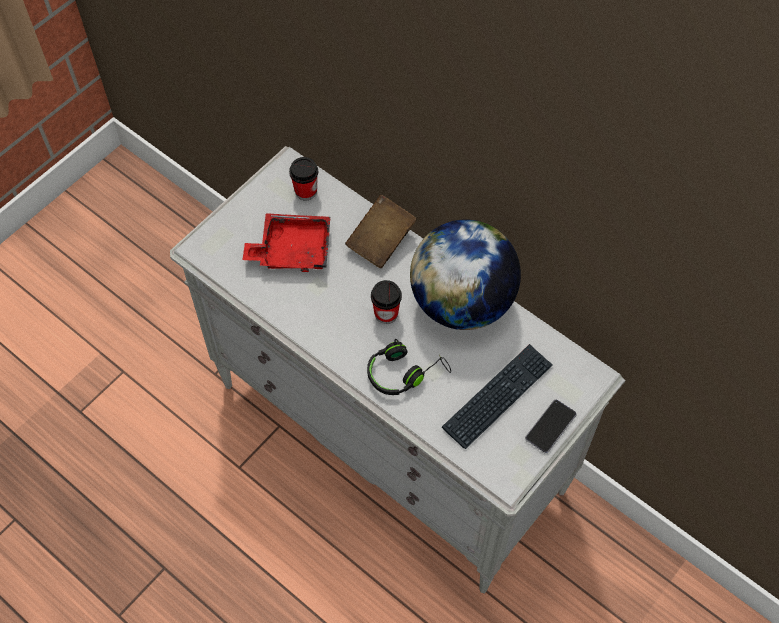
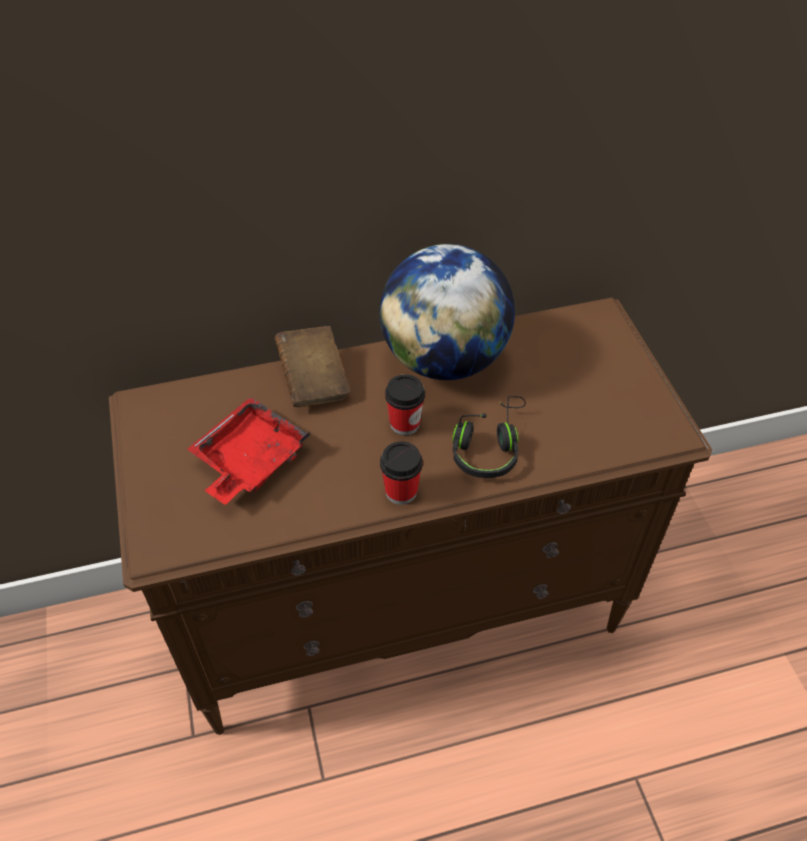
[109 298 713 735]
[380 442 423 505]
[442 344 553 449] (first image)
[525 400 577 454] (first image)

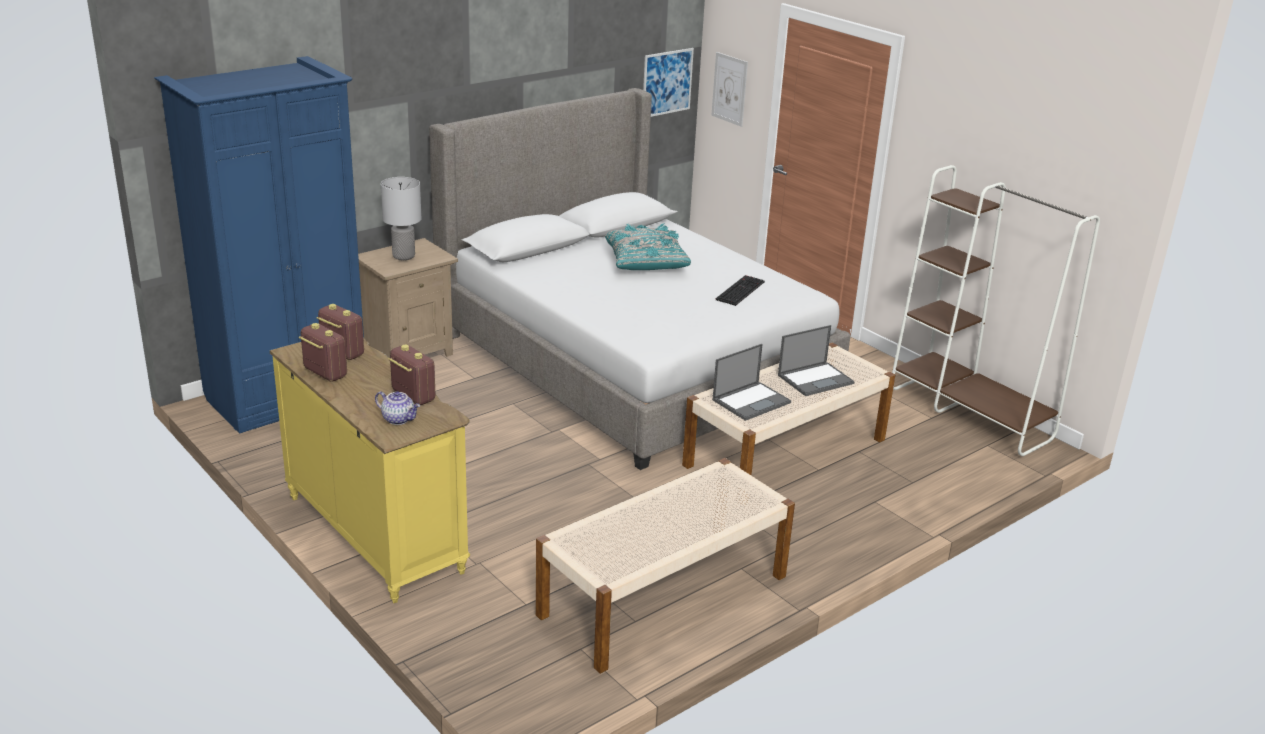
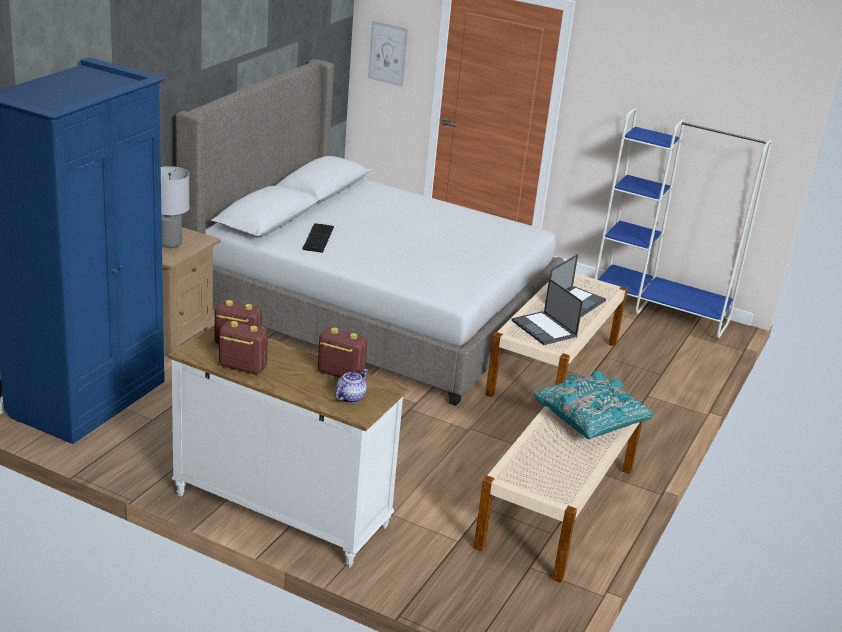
[168 325 409 568]
[302 223 334 253]
[335 369 368 403]
[511 278 583 345]
[534 370 653 439]
[594 108 772 338]
[643 48 694 117] (first image)

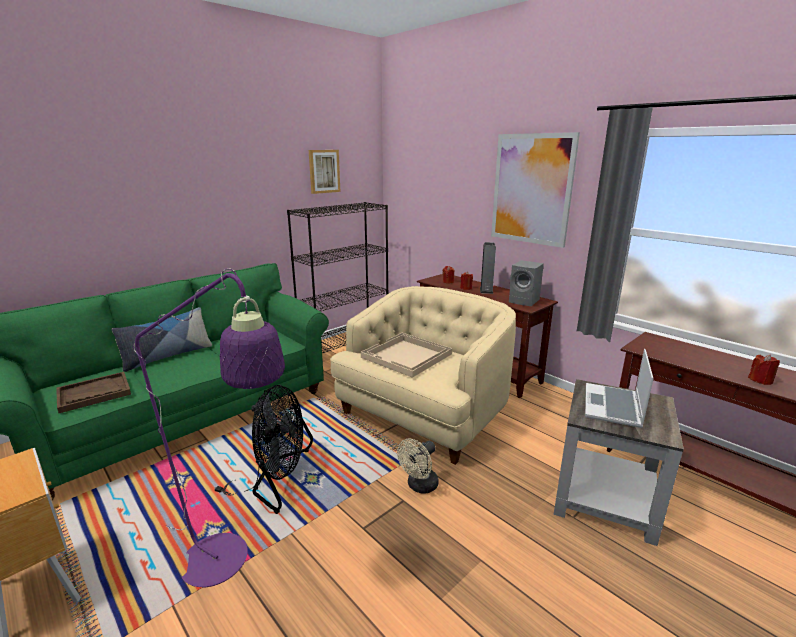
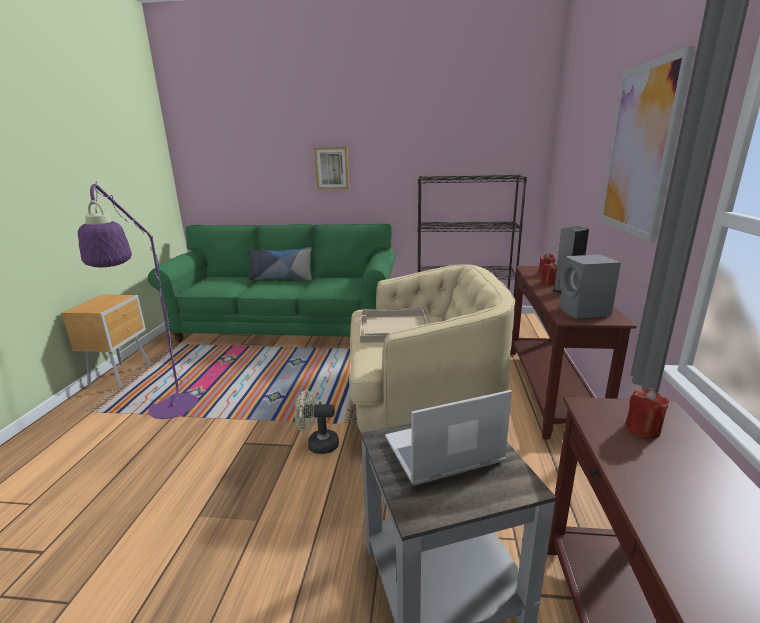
[314 147 349 190]
[625 388 670 439]
[56 372 131 413] (first image)
[215 385 313 514] (first image)

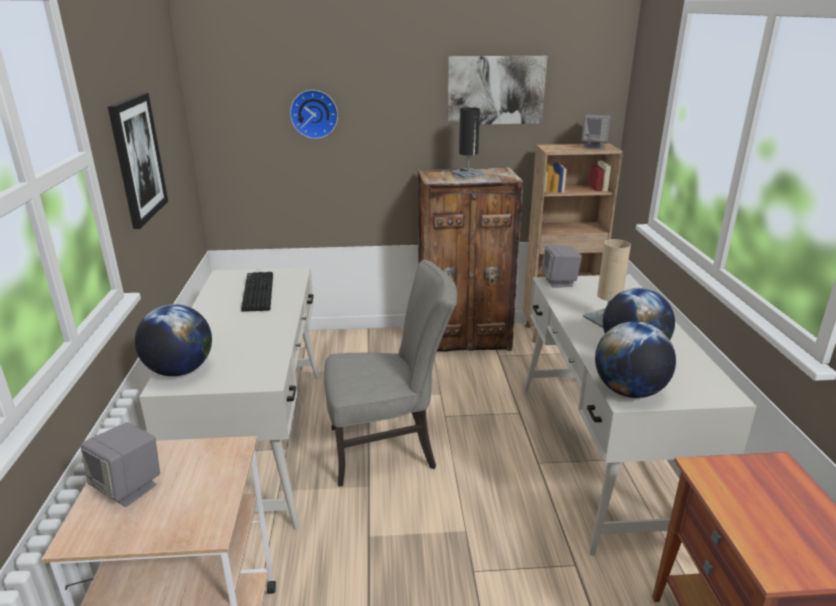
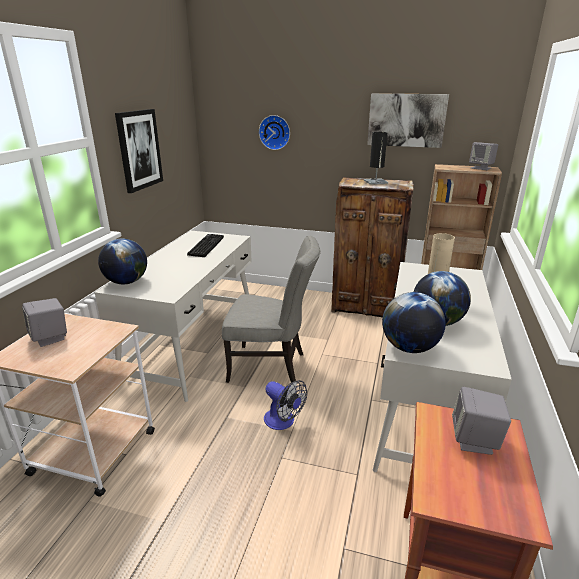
[264 380 307 430]
[452 387 511 455]

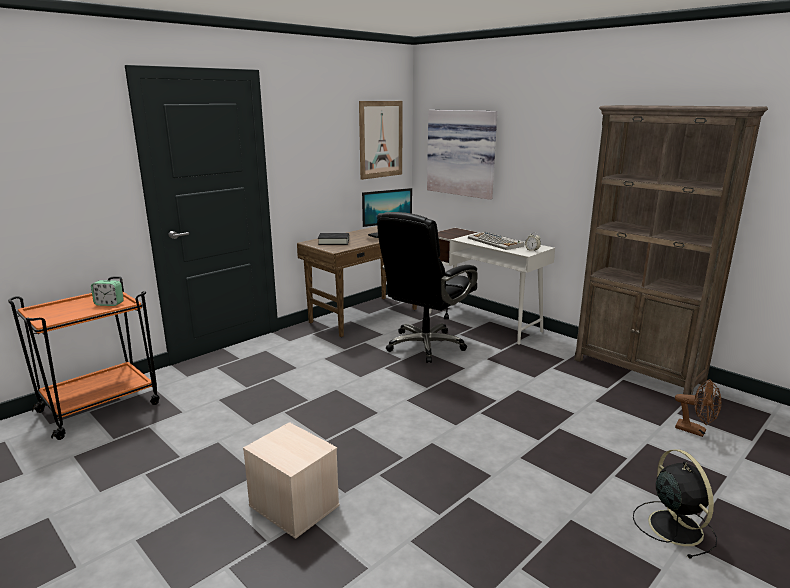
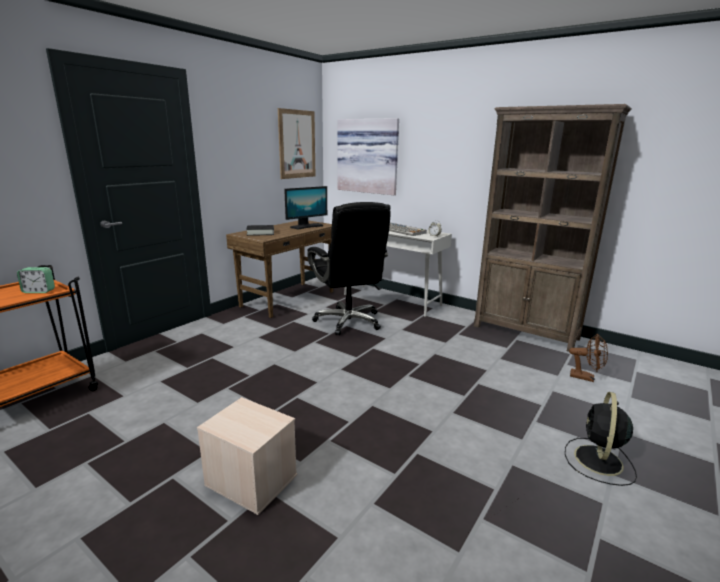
[307 202 391 335]
[565 392 637 486]

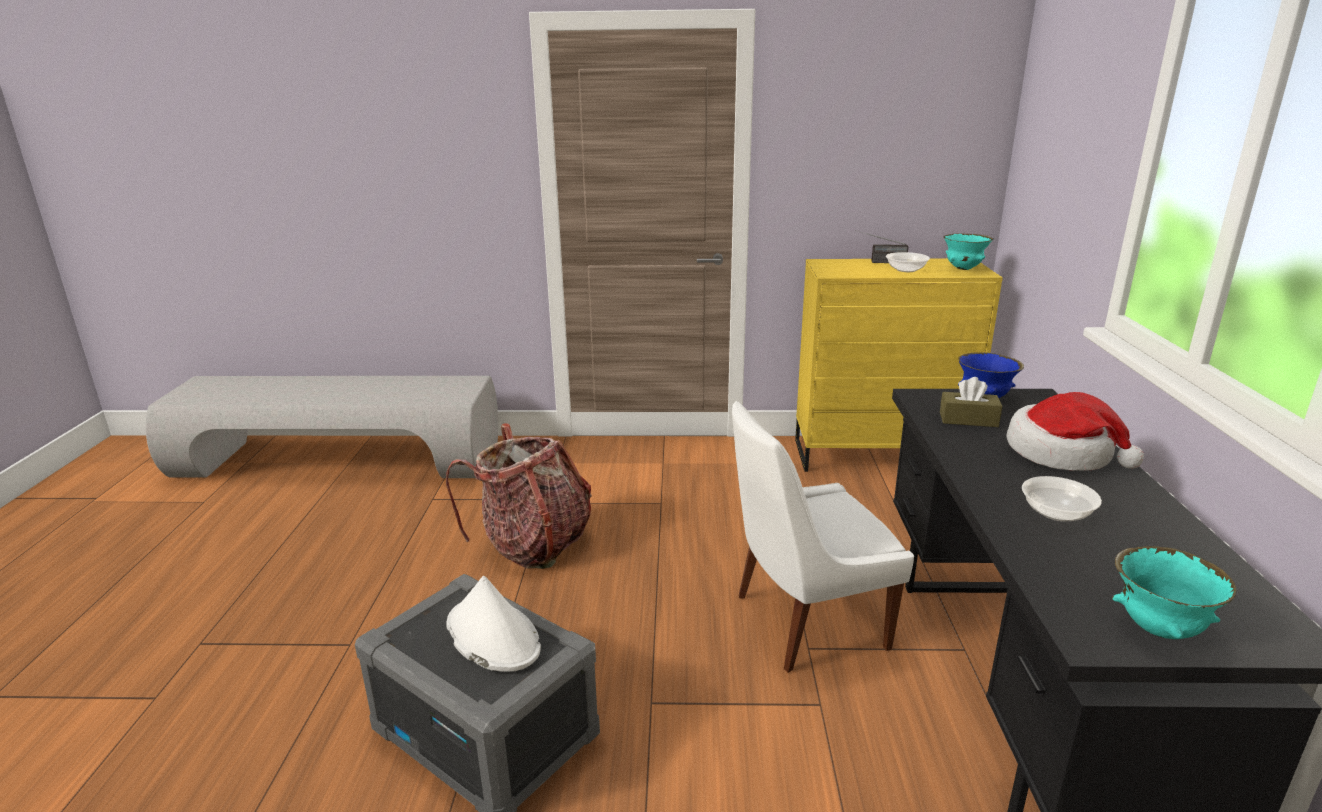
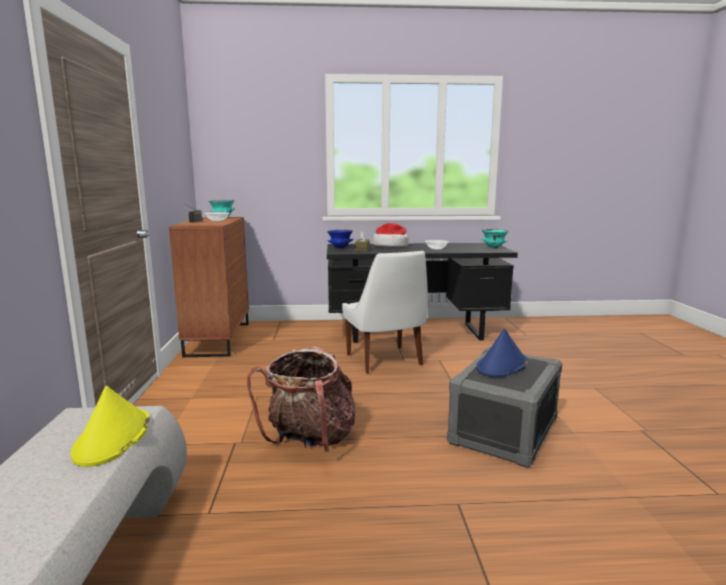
[71 386 150 467]
[169 217 249 357]
[476 329 528 377]

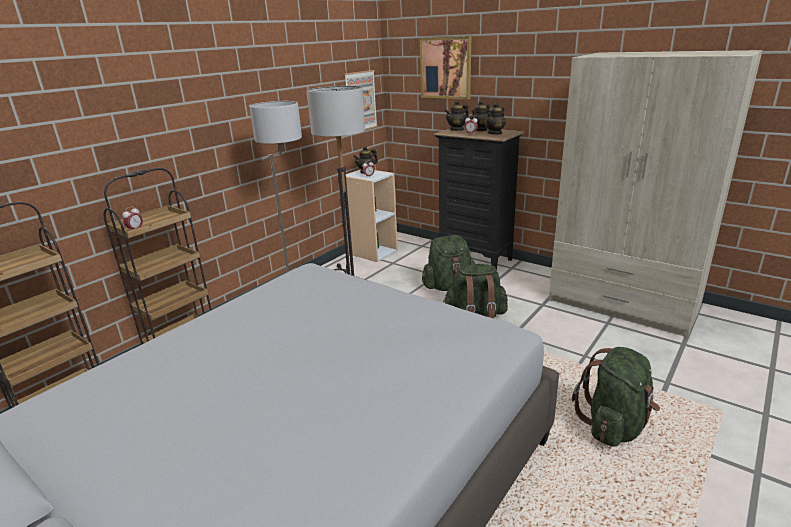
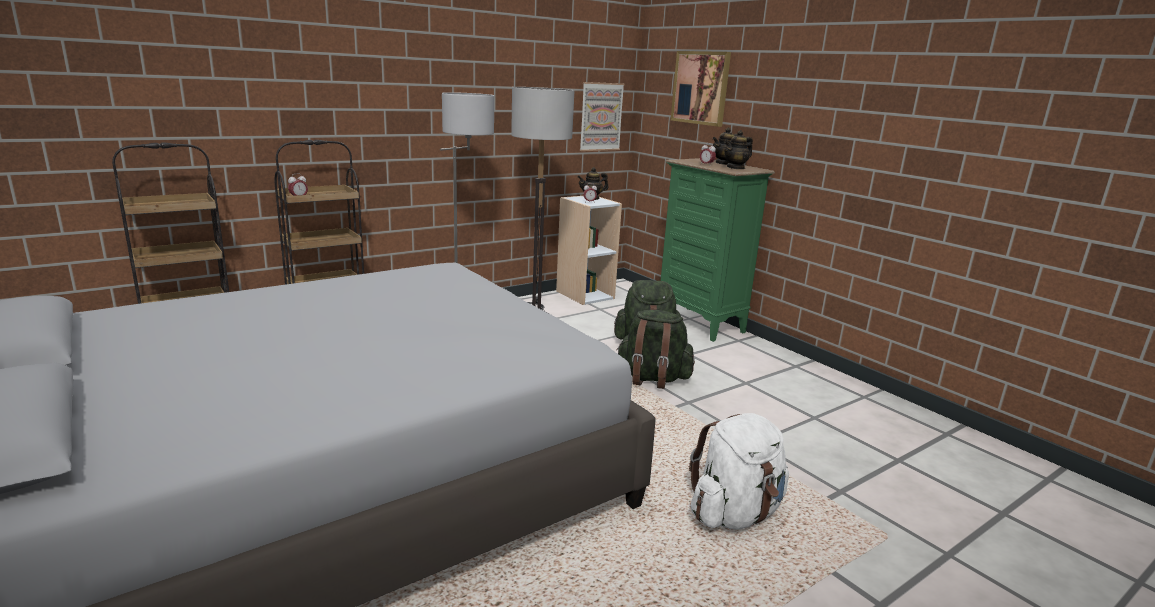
[661 158 775 342]
[689 413 789 530]
[445 100 469 131] (first image)
[549 50 762 338] (first image)

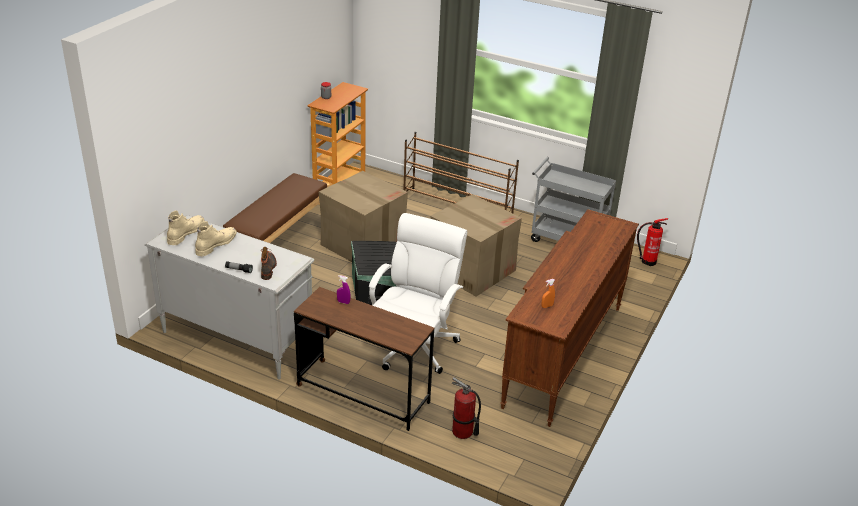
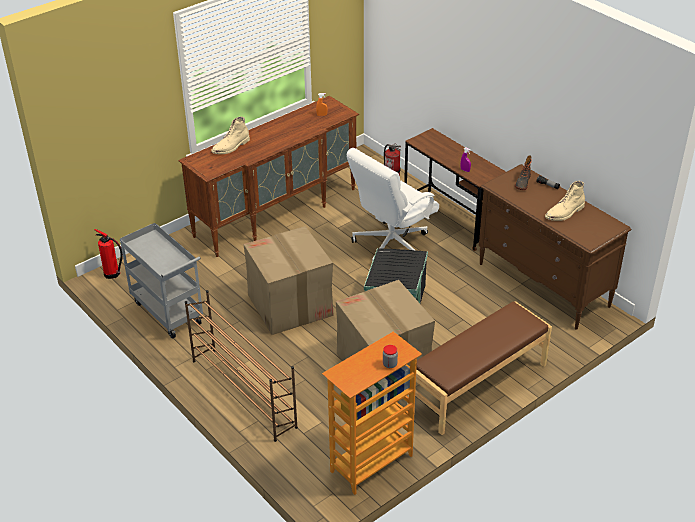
[211 117 250 154]
[479 164 631 330]

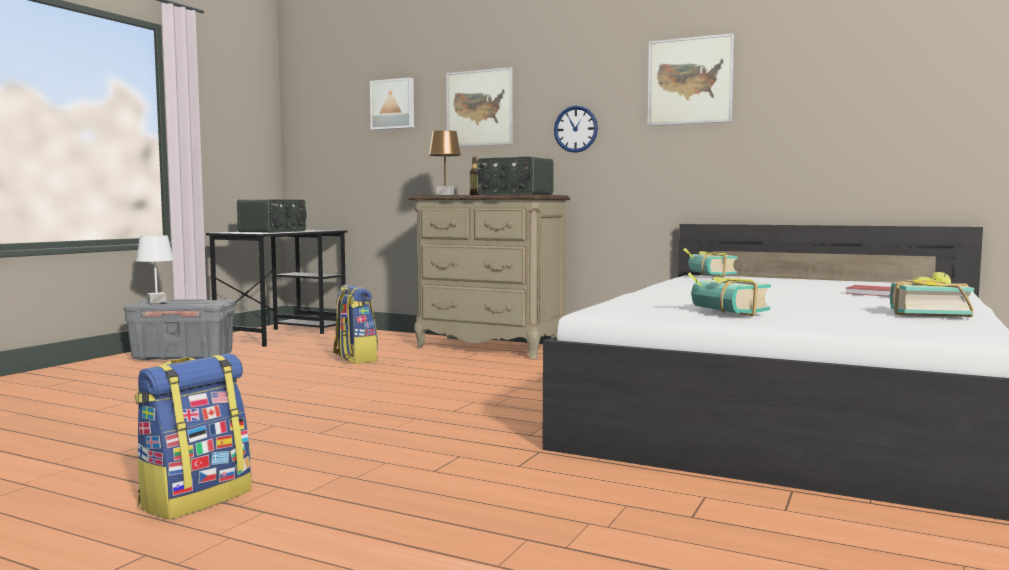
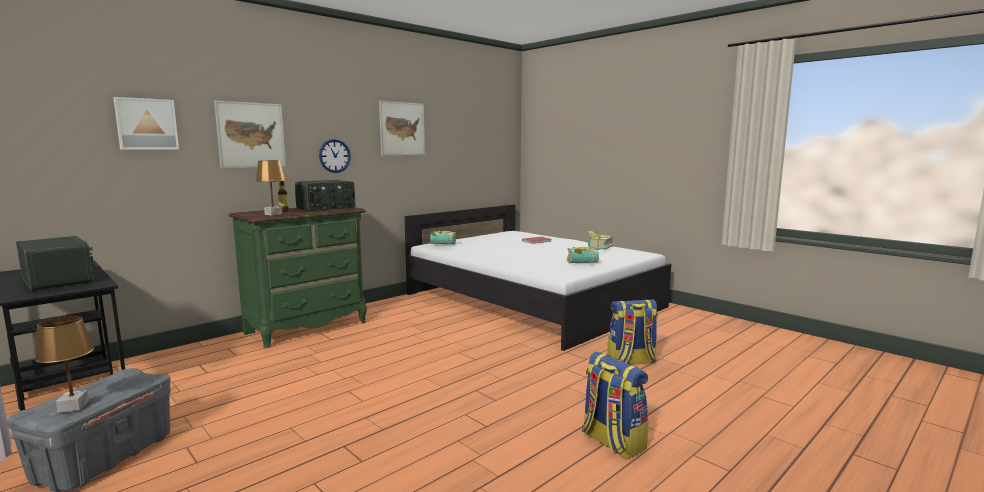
[34 316 94 413]
[229 207 367 348]
[608 300 658 365]

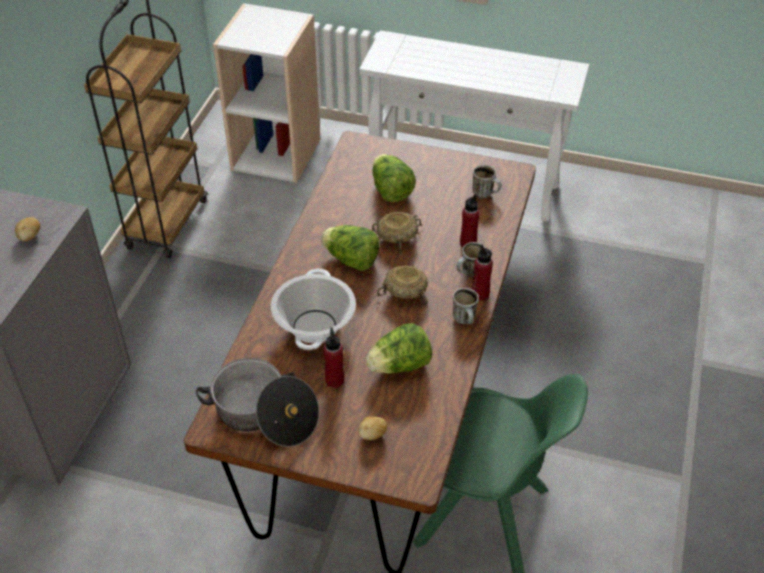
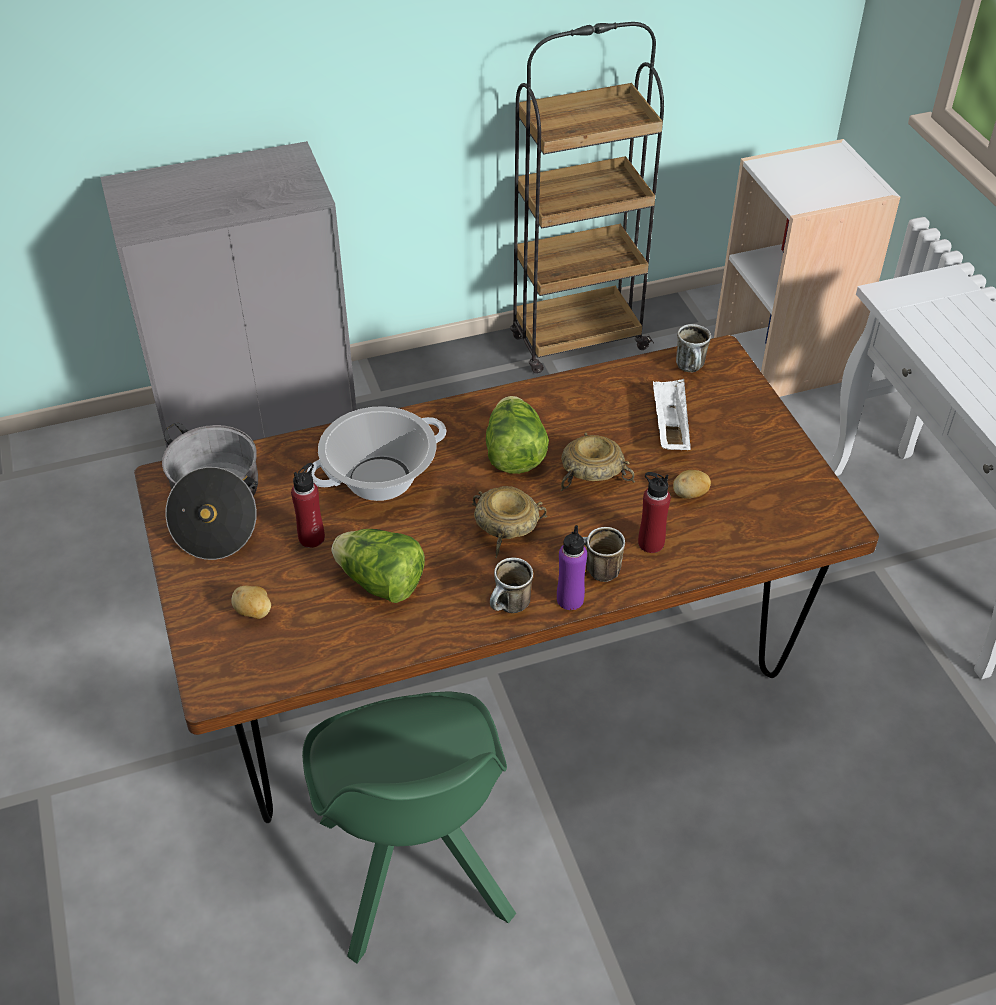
[557 525 587 610]
[653 379 691 450]
[673 470 711 499]
[676 324 711 372]

